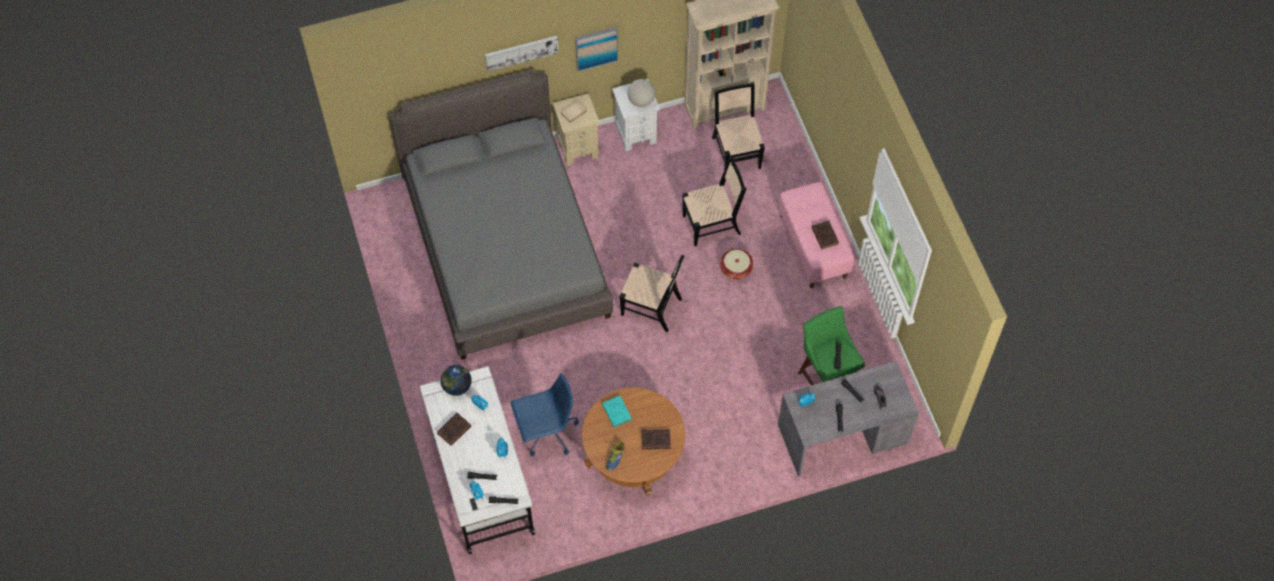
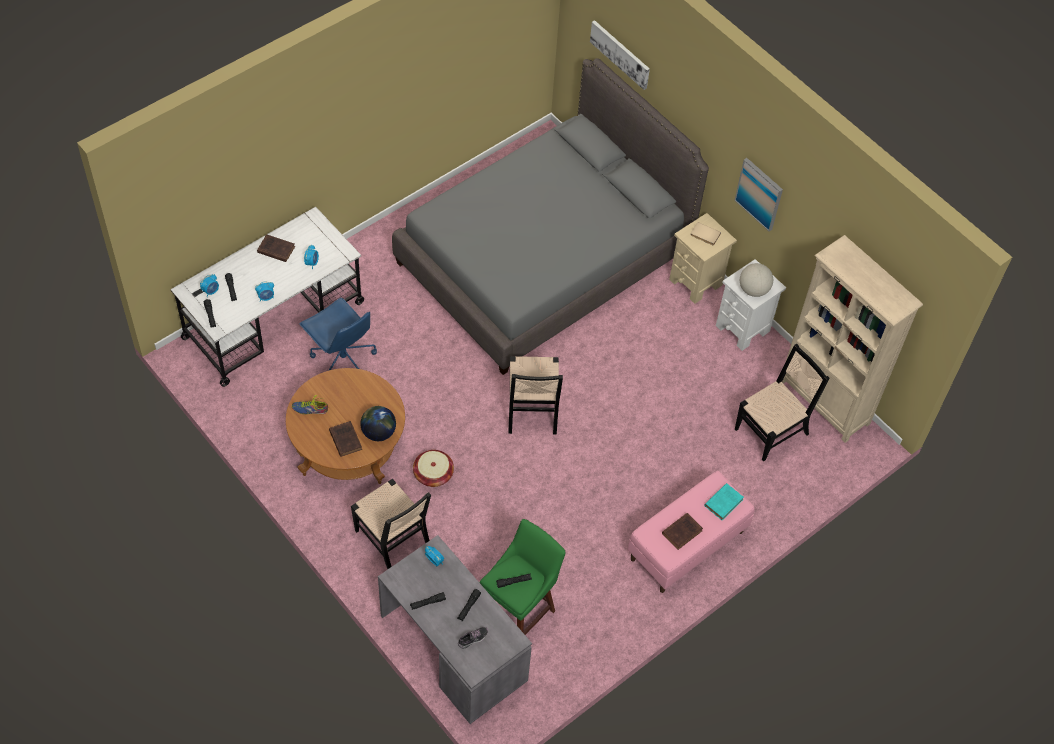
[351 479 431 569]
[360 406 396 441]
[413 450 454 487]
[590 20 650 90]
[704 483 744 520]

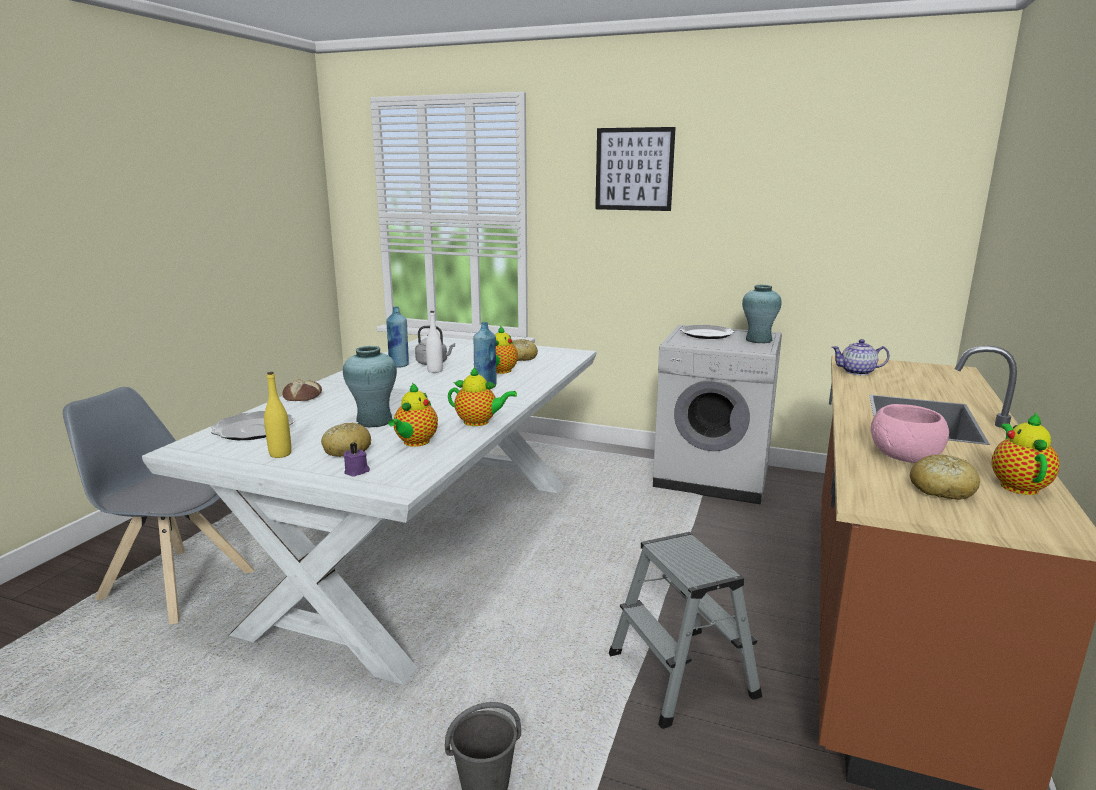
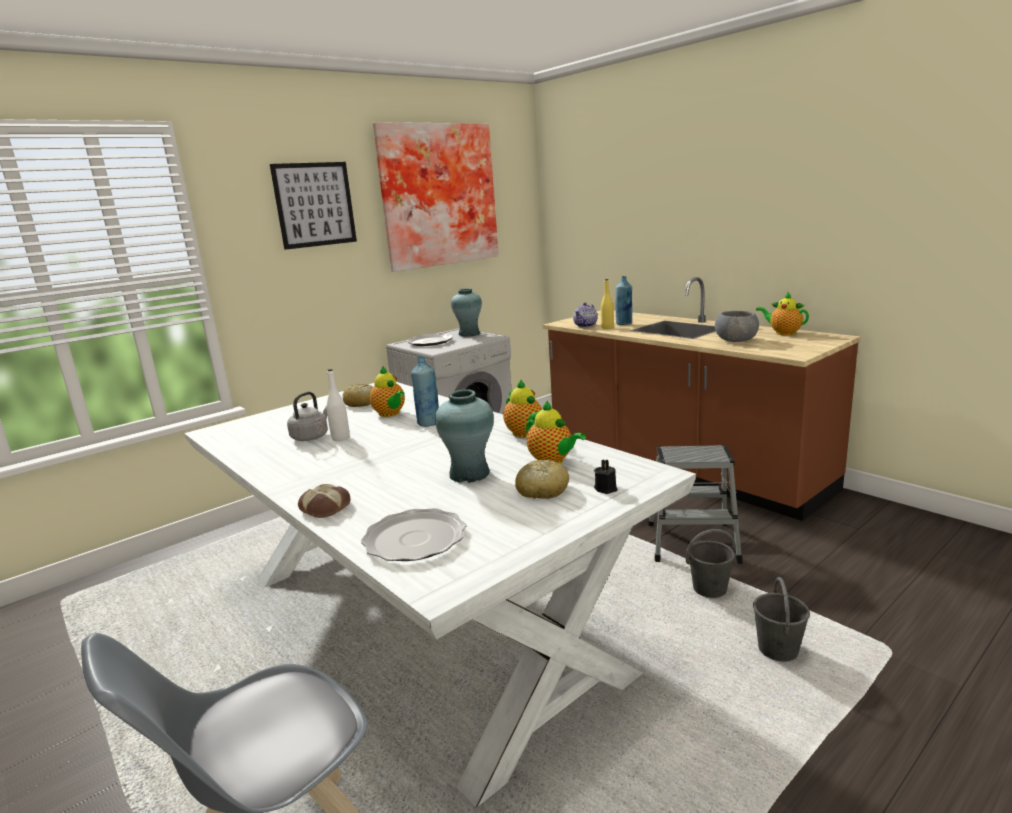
[373 122 499 272]
[503 379 542 438]
[594 459 618 494]
[601 279 614 329]
[616 276 632 325]
[686 529 736 598]
[715 311 759 342]
[910 454 980 500] (first image)

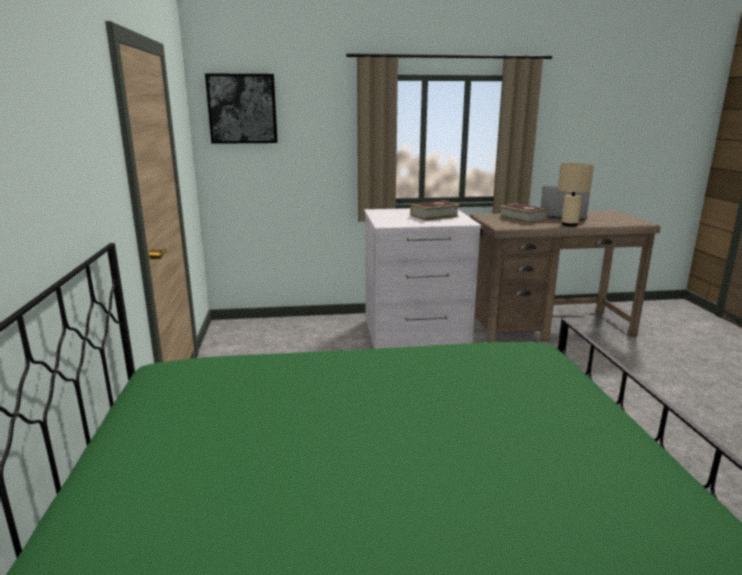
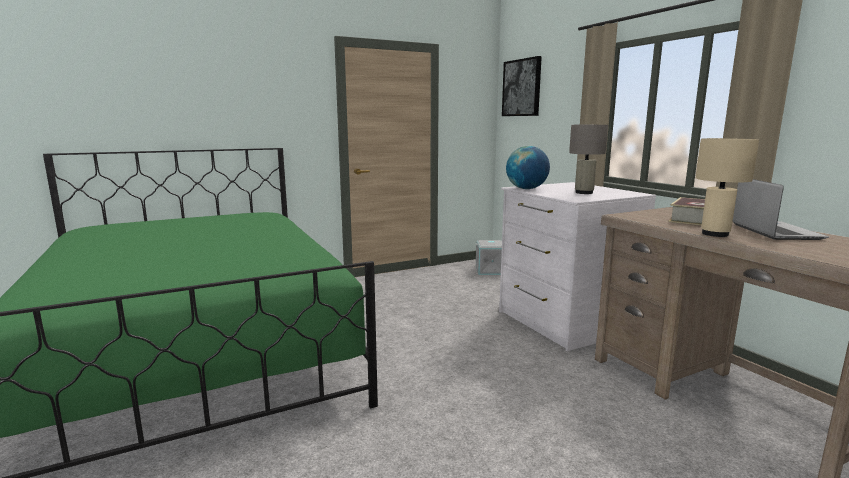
[476 240 502 275]
[506 146 550 189]
[569 125 608 194]

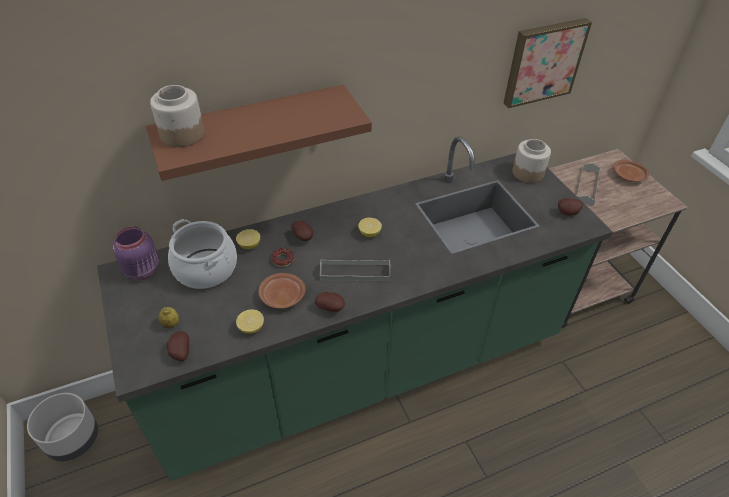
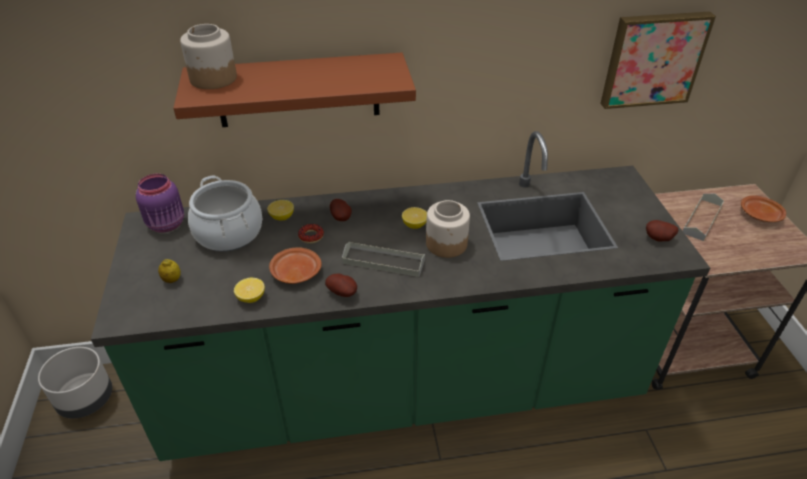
[426 200 470 258]
[166 331 189 361] (first image)

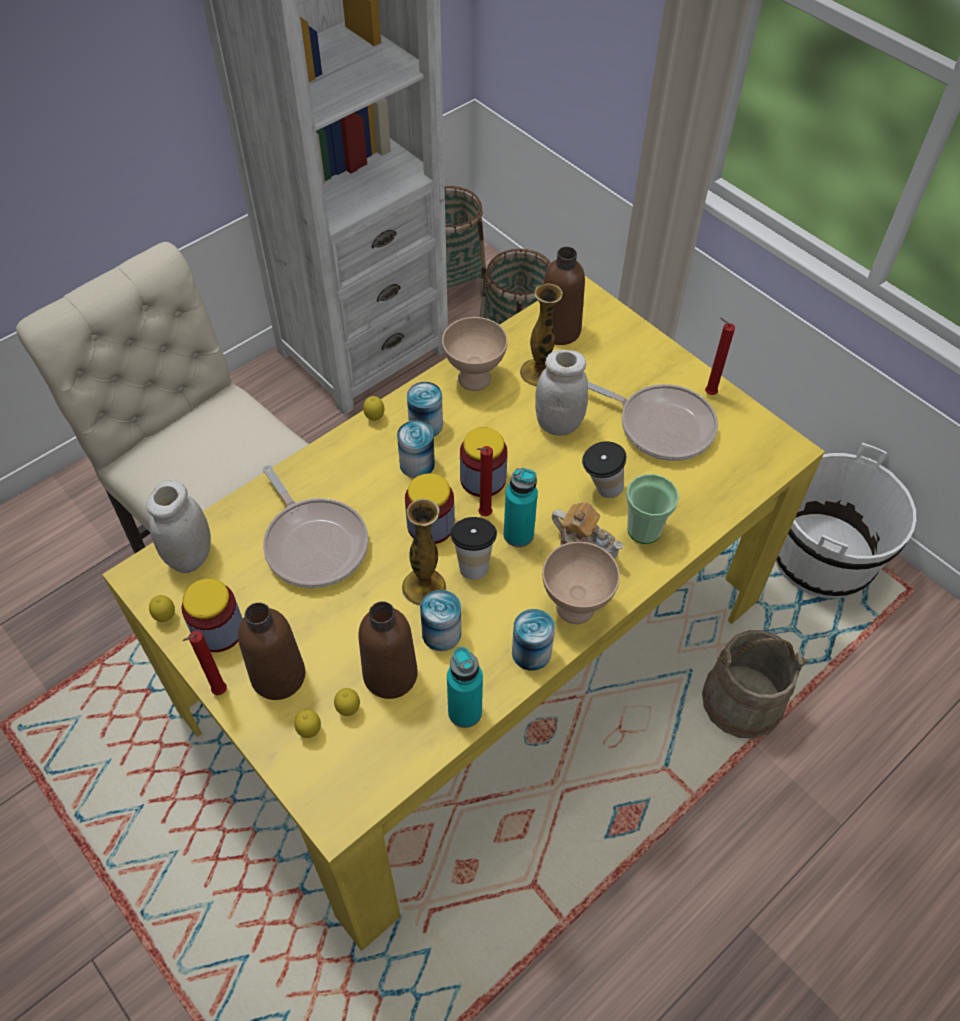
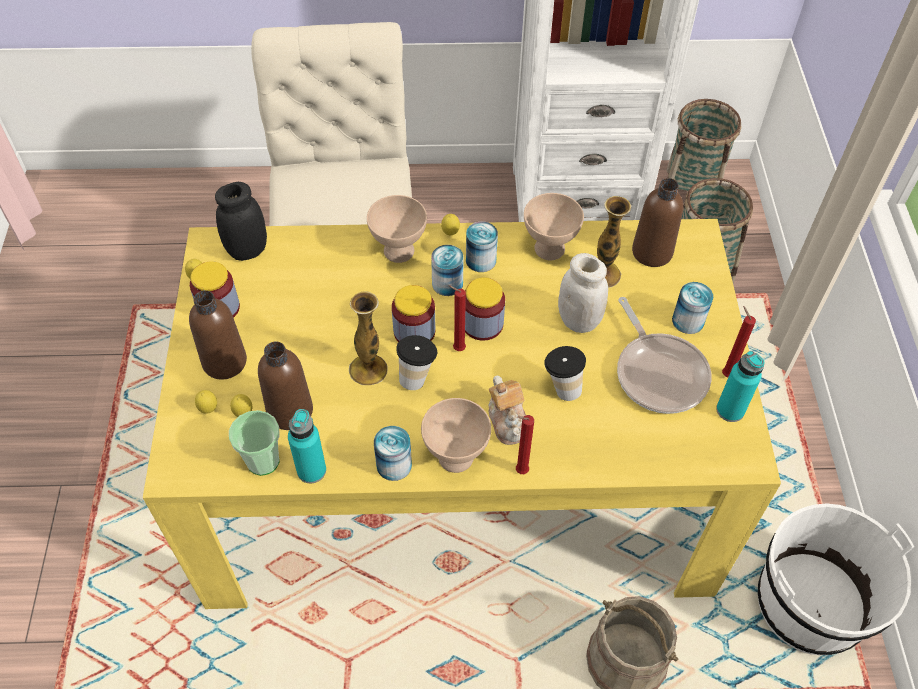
[215 182 267 261]
[229 410 280 476]
[367 195 427 263]
[516 415 534 474]
[672 282 713 334]
[716 351 765 422]
[263 465 368 588] (first image)

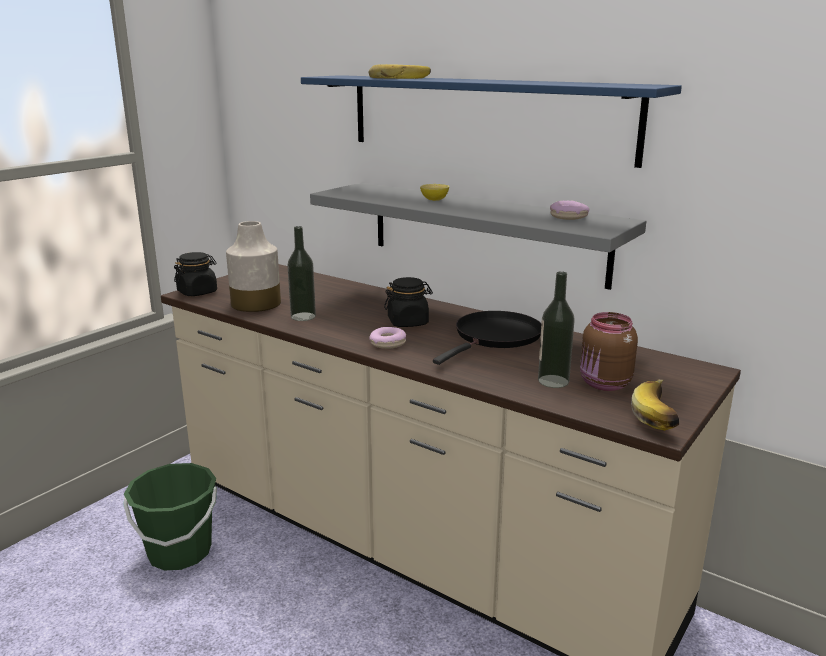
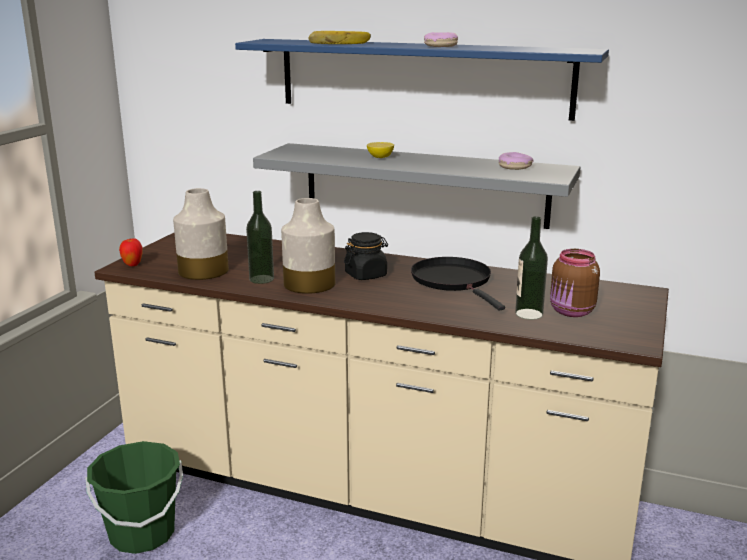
[119 238 142 266]
[281 198 335 294]
[411 257 505 311]
[424 32 458 47]
[631 380 680 431] (first image)

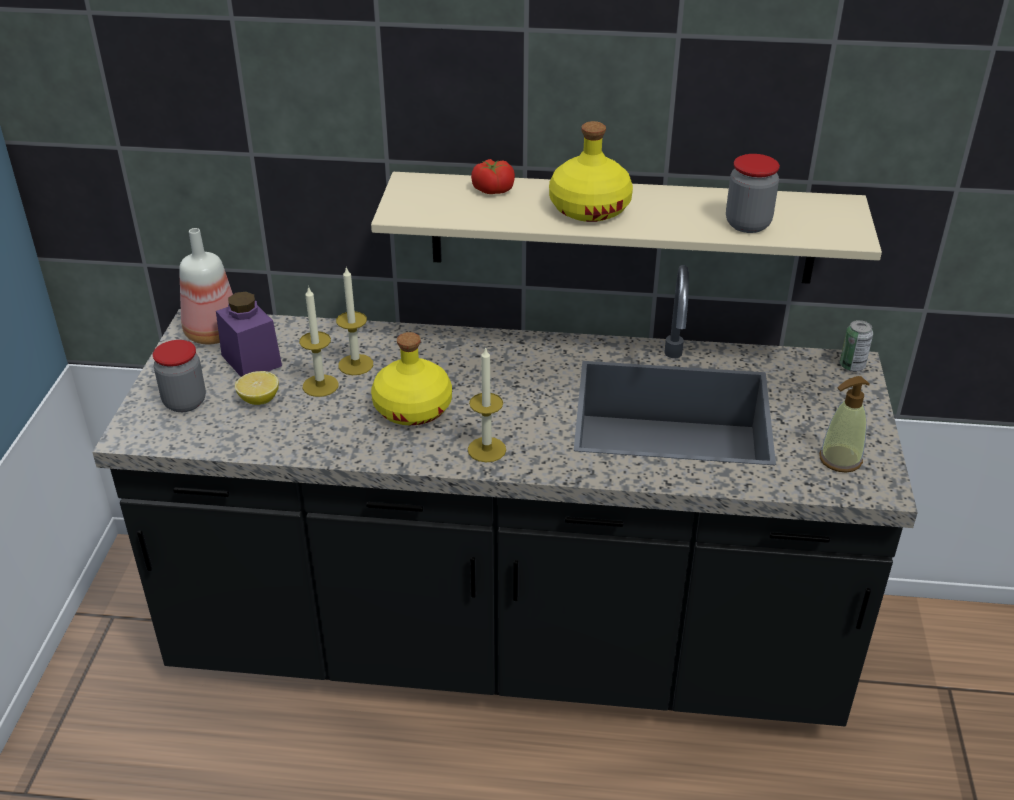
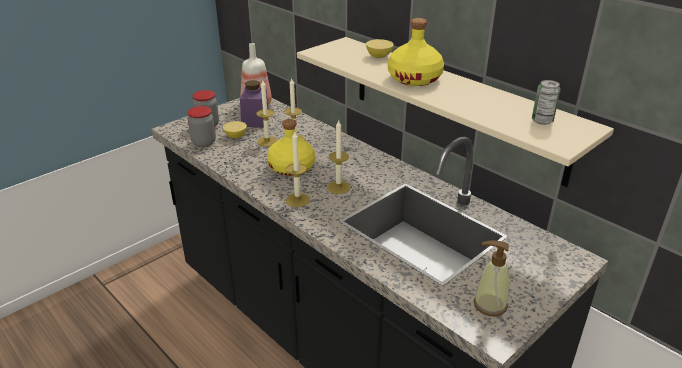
[187 106 216 147]
[327 120 350 194]
[366 39 394 58]
[532 80 560 125]

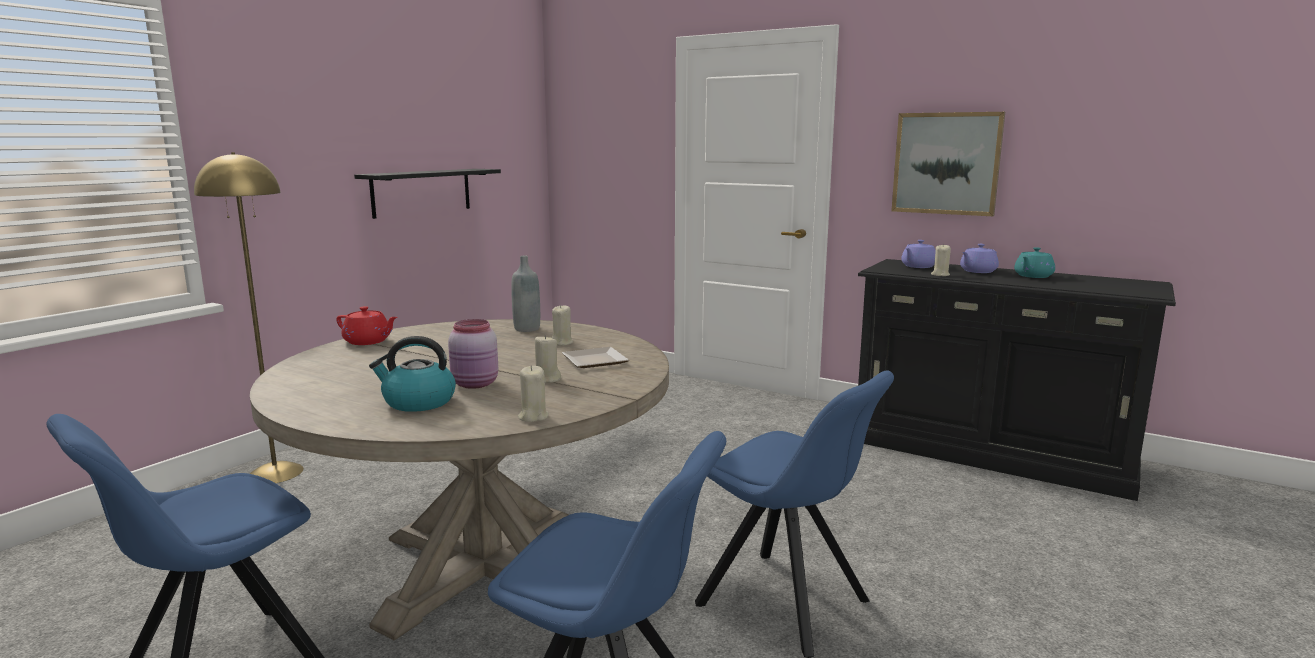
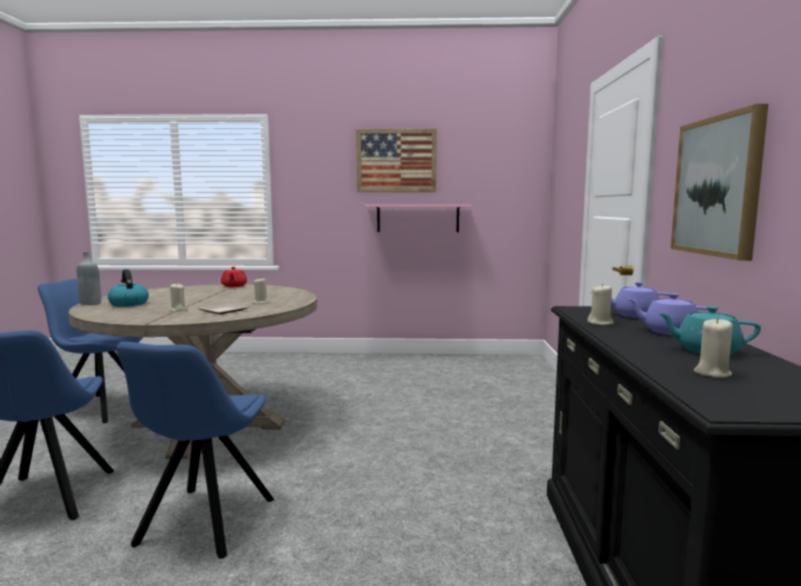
[77 251 101 305]
[356 128 437 192]
[365 204 472 232]
[694 318 733 378]
[194 152 304 483] (first image)
[448 319 498 389] (first image)

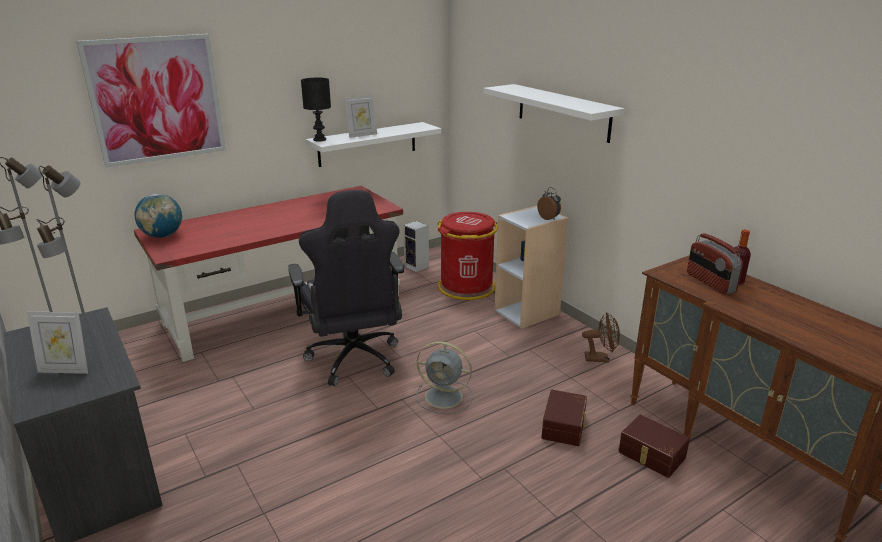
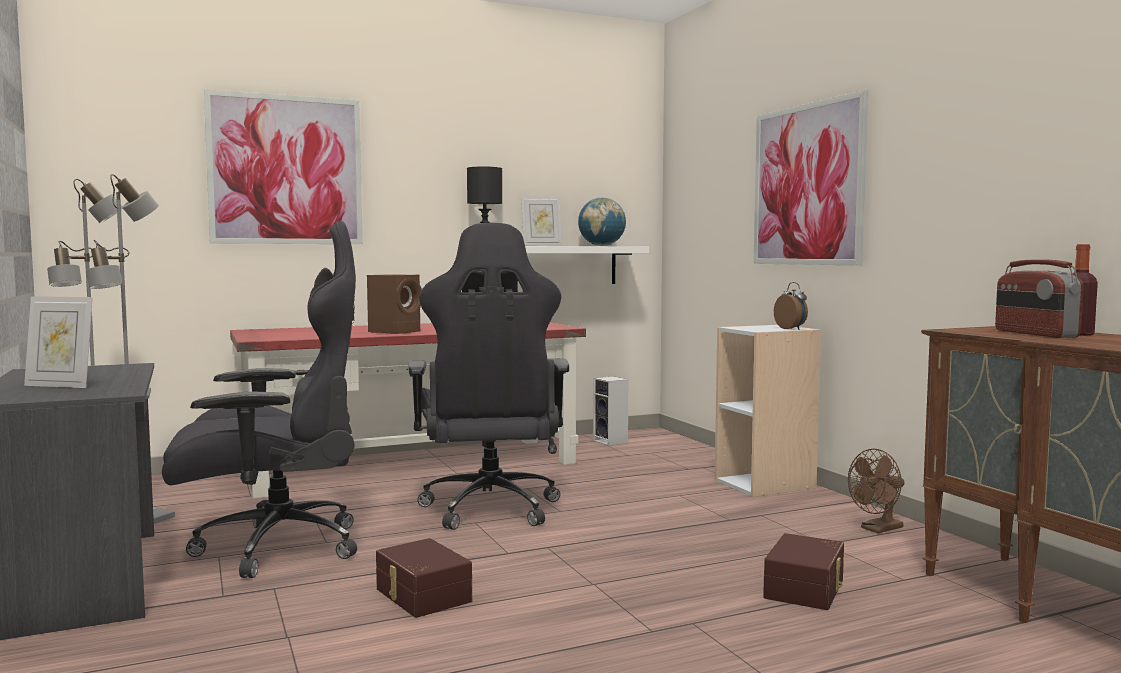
[162 221 357 578]
[367 274 422 334]
[376 538 472 618]
[578 198 626 246]
[753 90 868 266]
[848 449 904 533]
[416 341 473 414] (first image)
[438 212 498 300] (first image)

